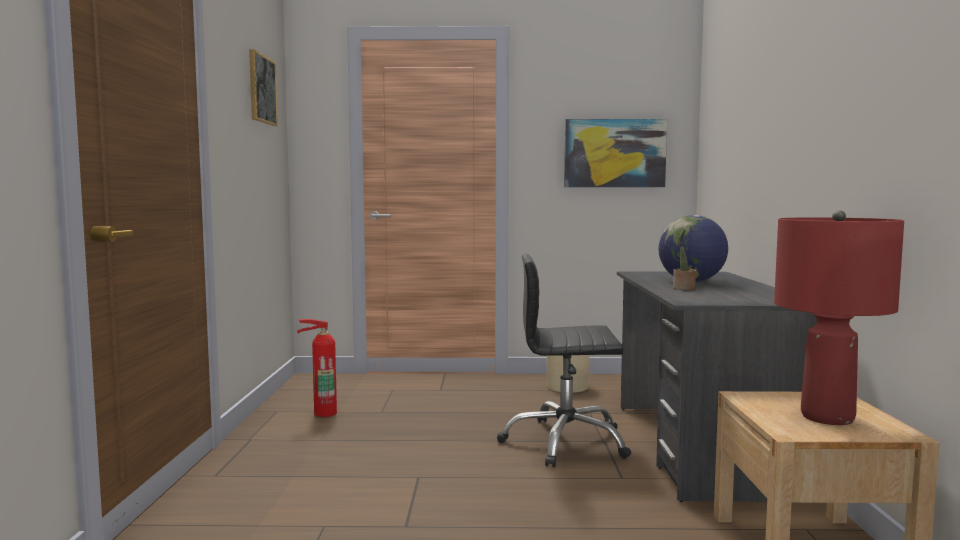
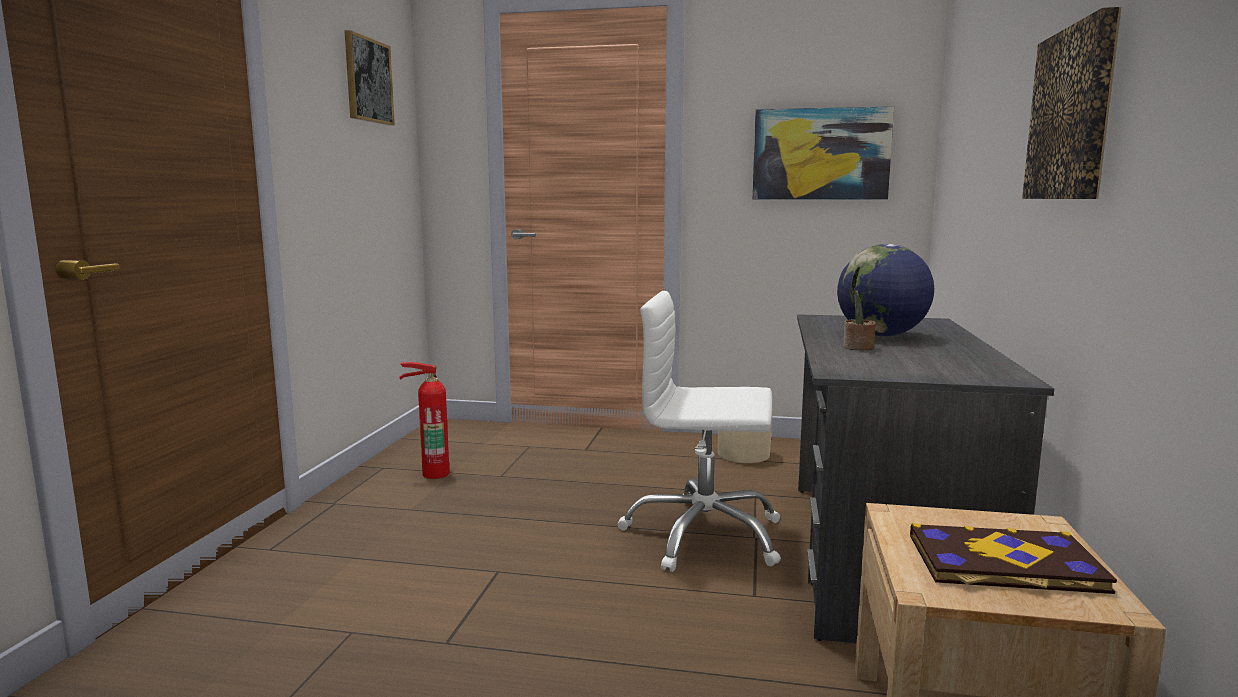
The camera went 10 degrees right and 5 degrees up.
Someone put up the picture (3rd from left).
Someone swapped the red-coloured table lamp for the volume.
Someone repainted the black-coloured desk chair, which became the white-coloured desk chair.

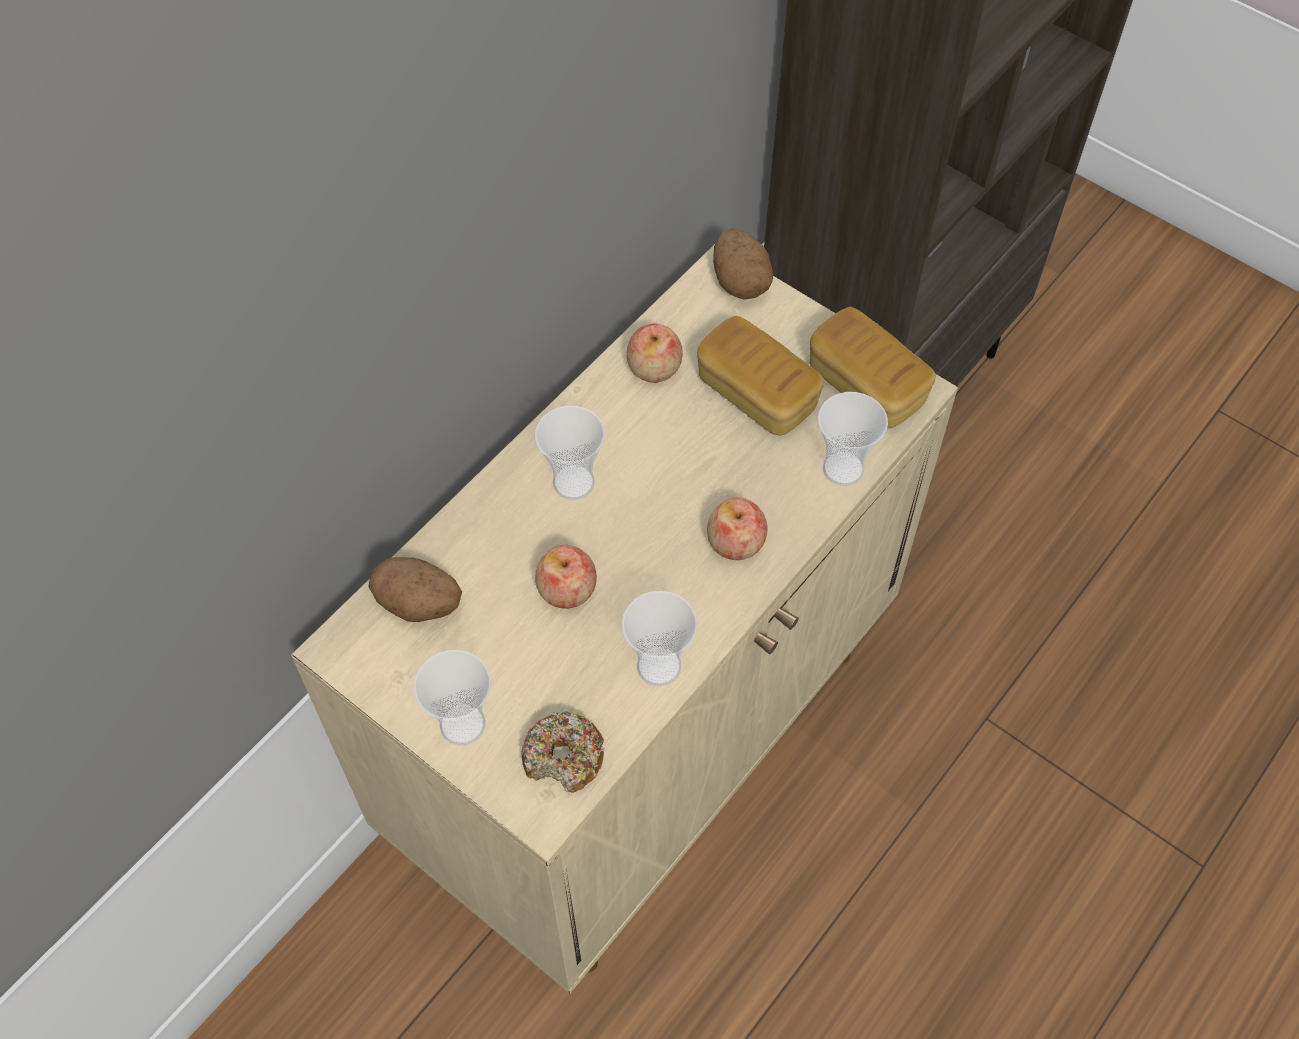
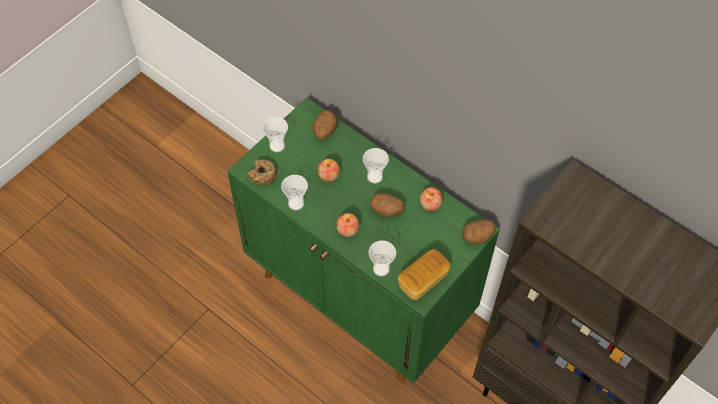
The camera went 90 degrees right and 0 degrees up.
Someone took away the bread (1st from left).
Someone put down the potato (2nd from left).
Someone repainted the beige-coloured storage cabinet, which became the green storage cabinet.

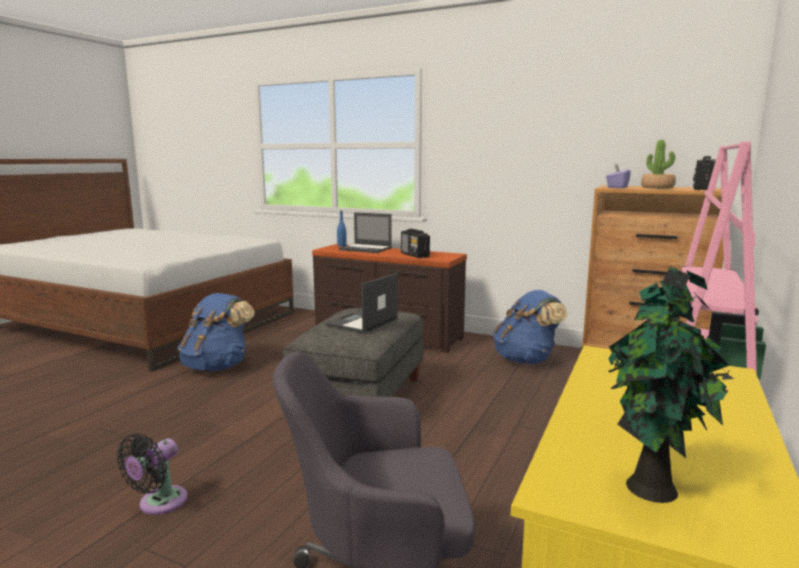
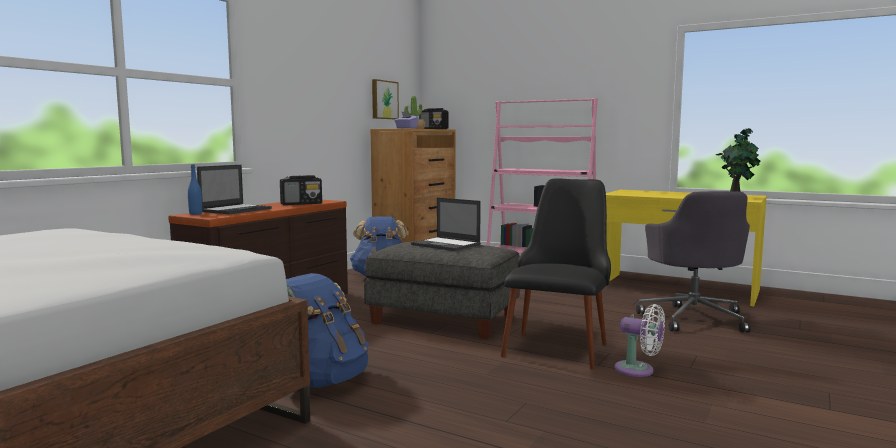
The camera went 85 degrees left and 5 degrees down.
Someone put up the picture.
Someone put down the black-coloured plain chair.
Someone repainted the black-coloured fan, which became the white-coloured fan.

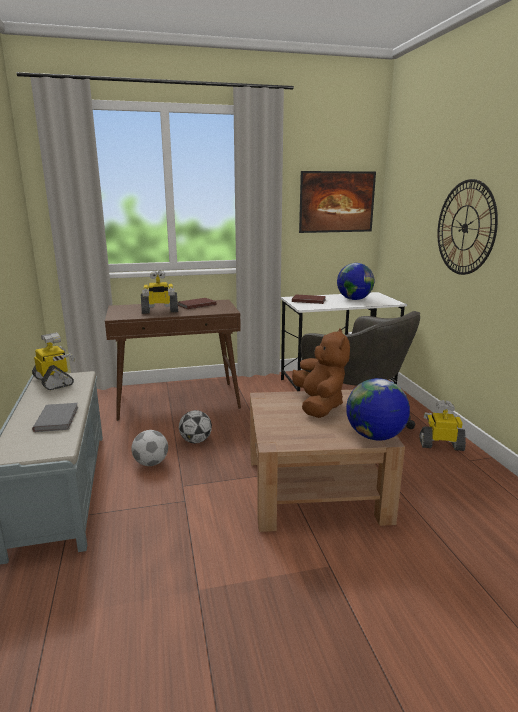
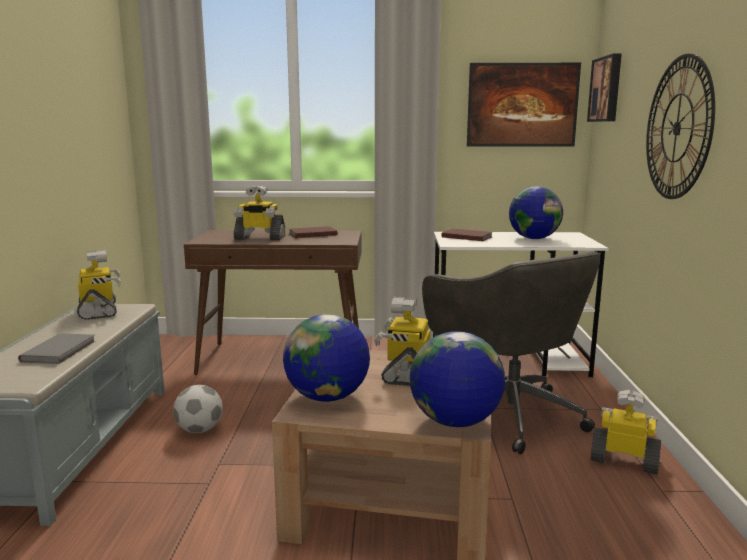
The camera went 15 degrees right and 5 degrees down.
Someone took away the football ball (2nd from left).
Someone put down the desk globe (1st from left).
Someone put up the picture (2nd from left).
Someone swapped the brownish plush toy for the toy robot (3rd from left).

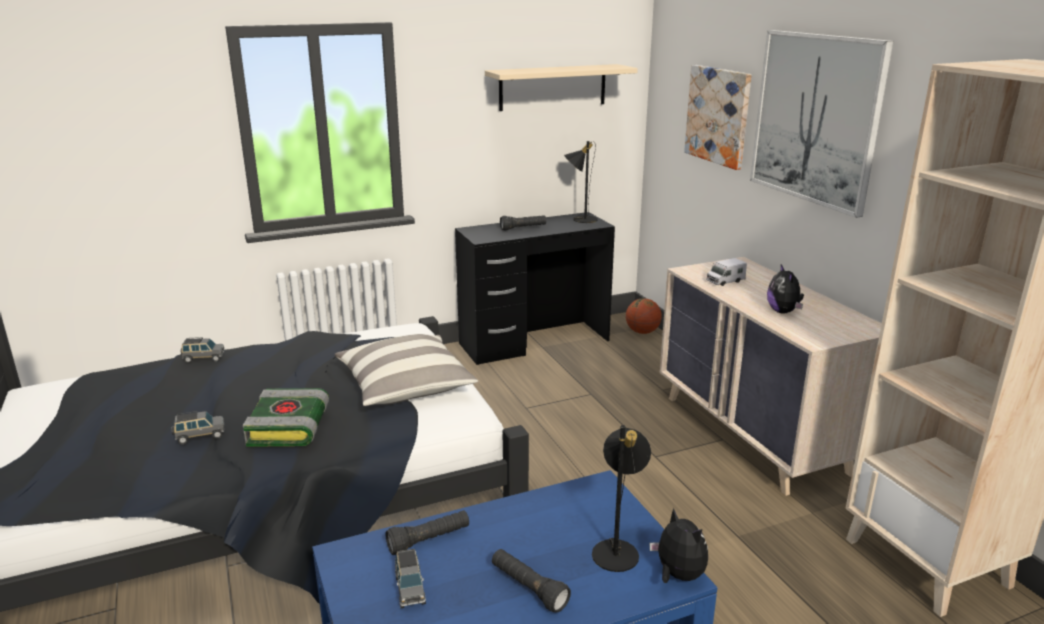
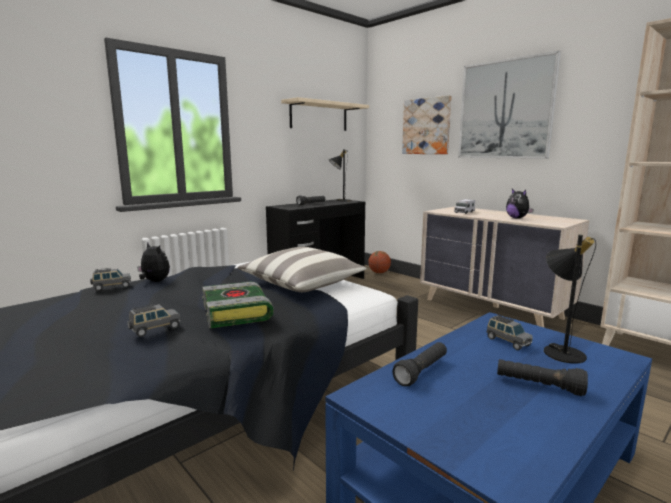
The camera went 20 degrees left and 10 degrees down.
Someone carried the grey model car (3rd from left).
Someone carried the plush toy (1st from left).

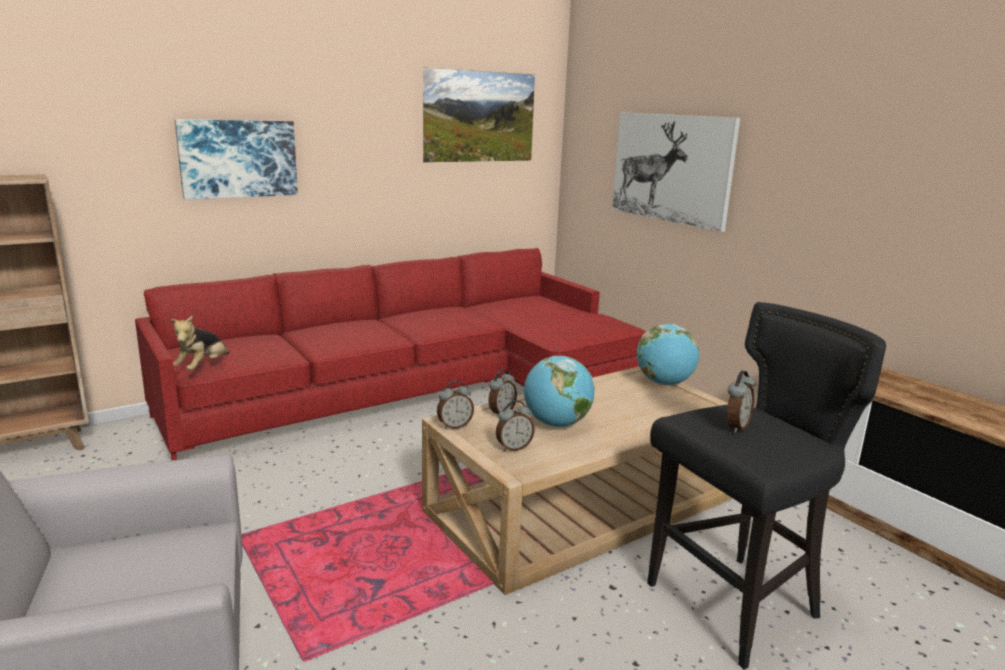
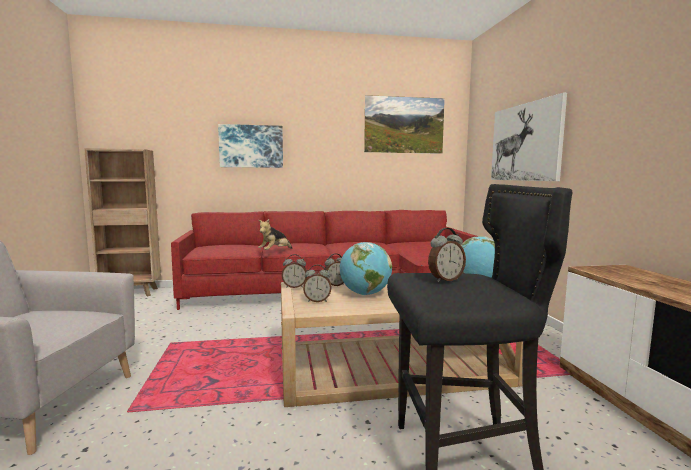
The camera went 25 degrees right and 10 degrees down.
Someone carried the plush toy.

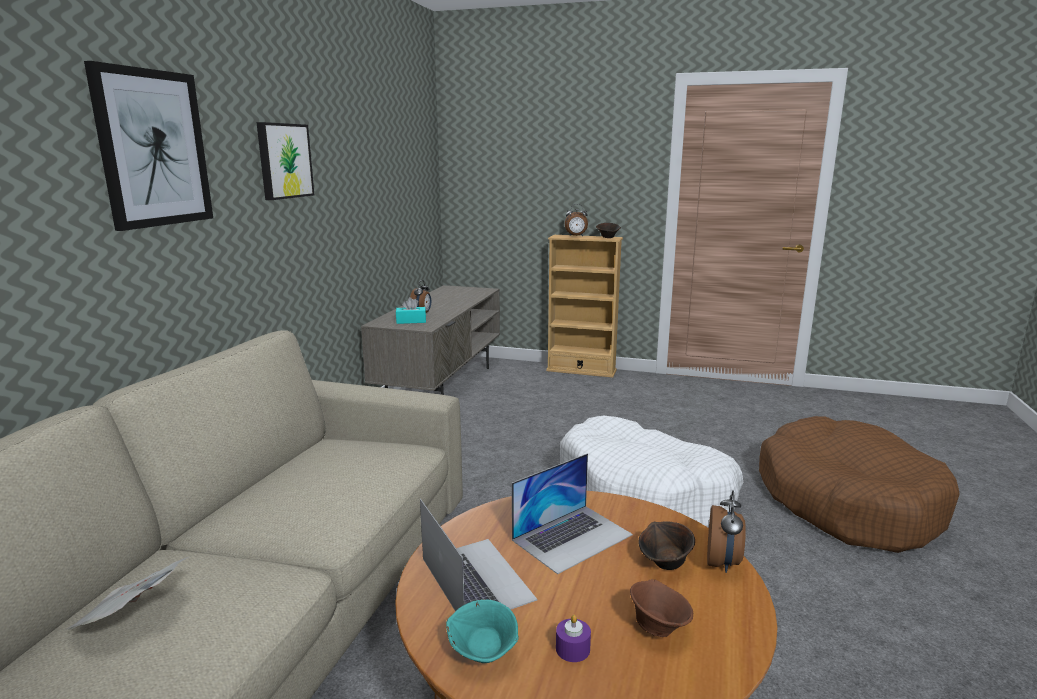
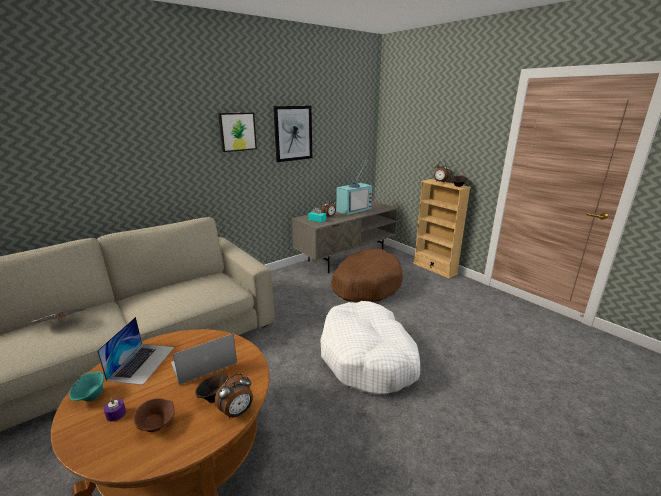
The camera went 35 degrees right and 5 degrees up.
Someone put down the TV set.
Someone carried the picture (1st from left in the first image).
Someone carried the brownish dog cushion.
Someone rotated the laptop (2nd from left) by 150 degrees clockwise.

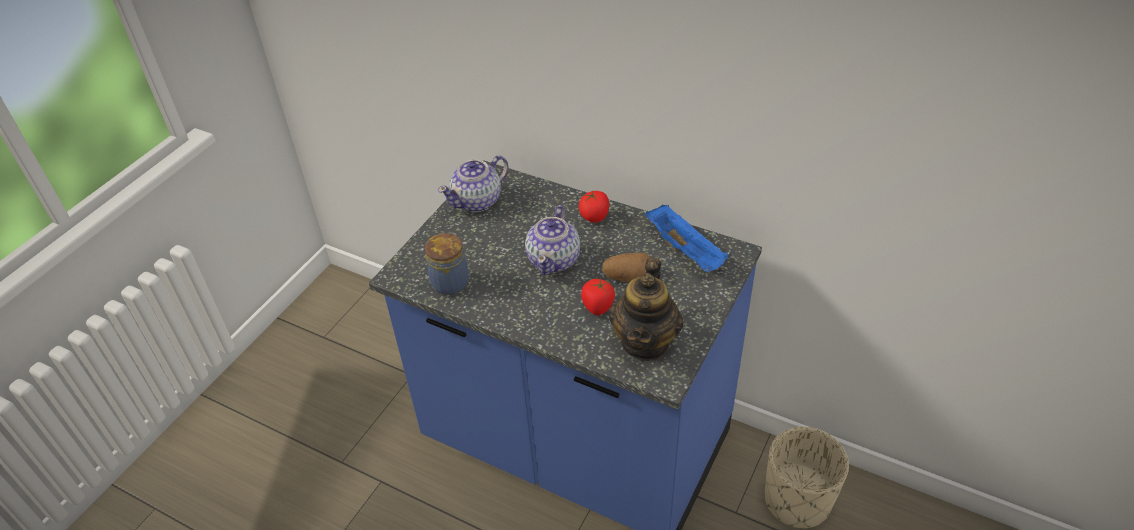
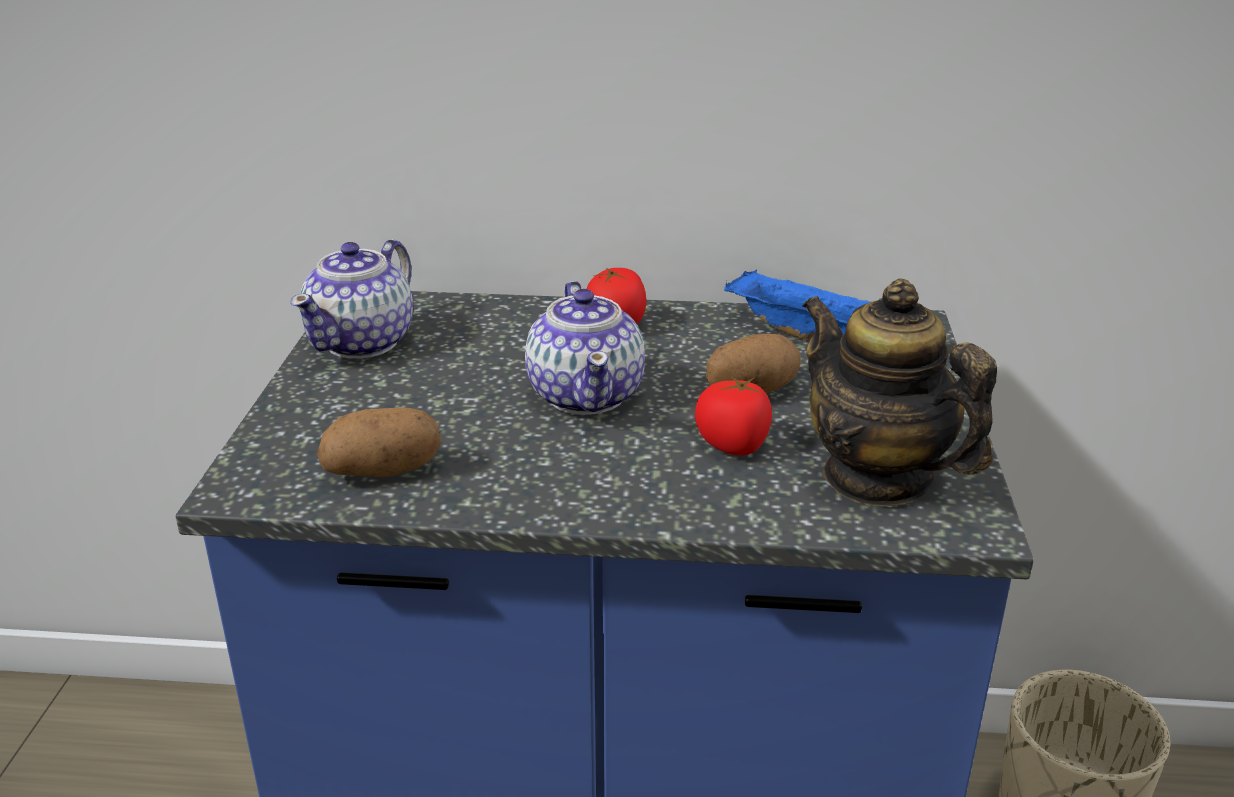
The camera went 25 degrees left and 15 degrees down.
Someone swapped the jar for the potato (1st from left).
Someone rotated the pot for tea (3rd from left) by 150 degrees clockwise.

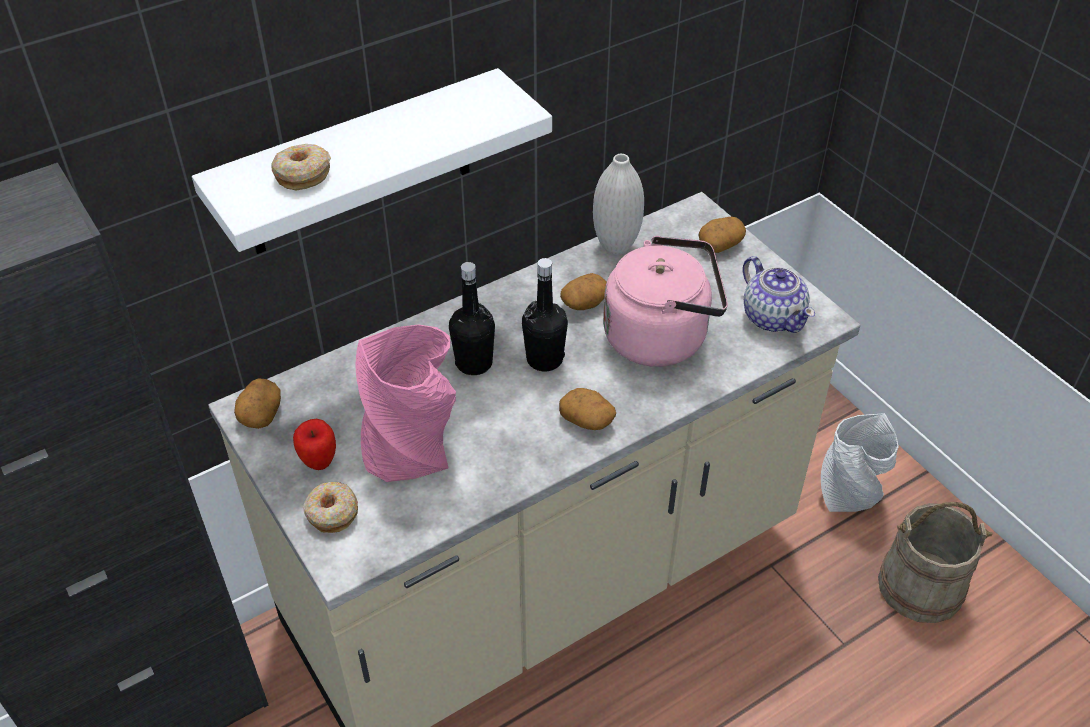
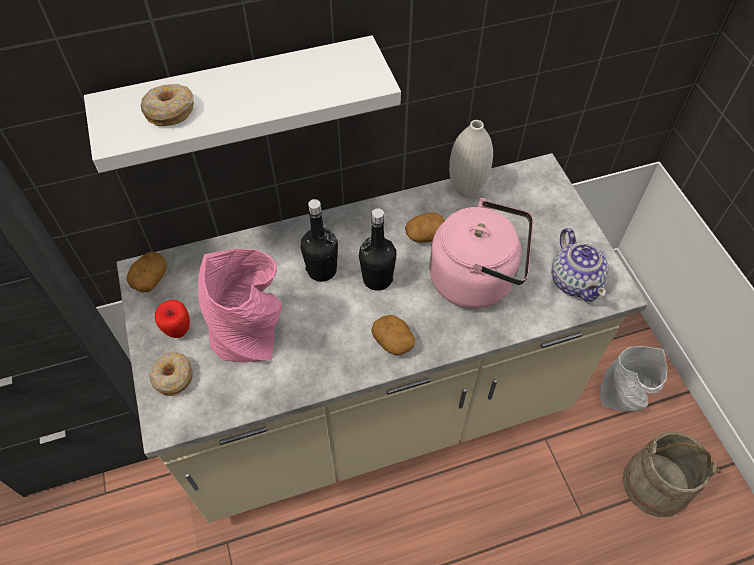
The camera went 15 degrees right and 10 degrees up.
Someone took away the potato (4th from left).

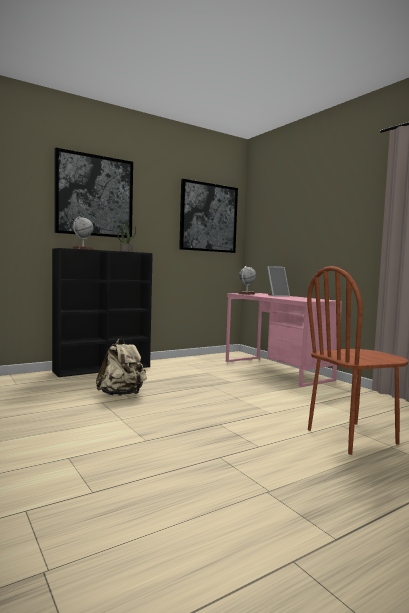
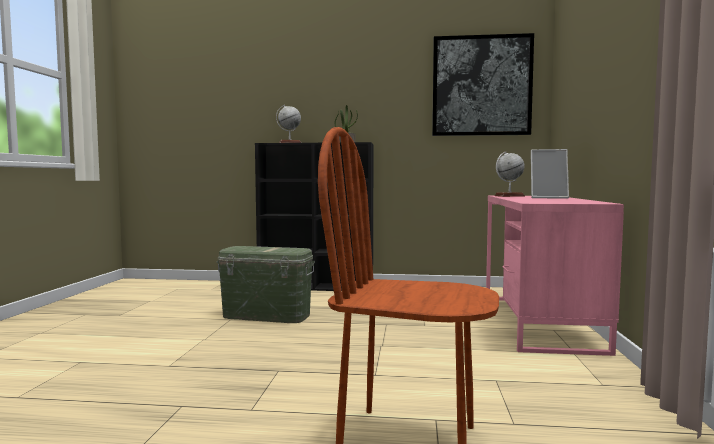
The camera went 40 degrees right and 0 degrees up.
Someone took away the picture (1st from left).
Someone swapped the beige-coloured backpack for the green storage bin.

